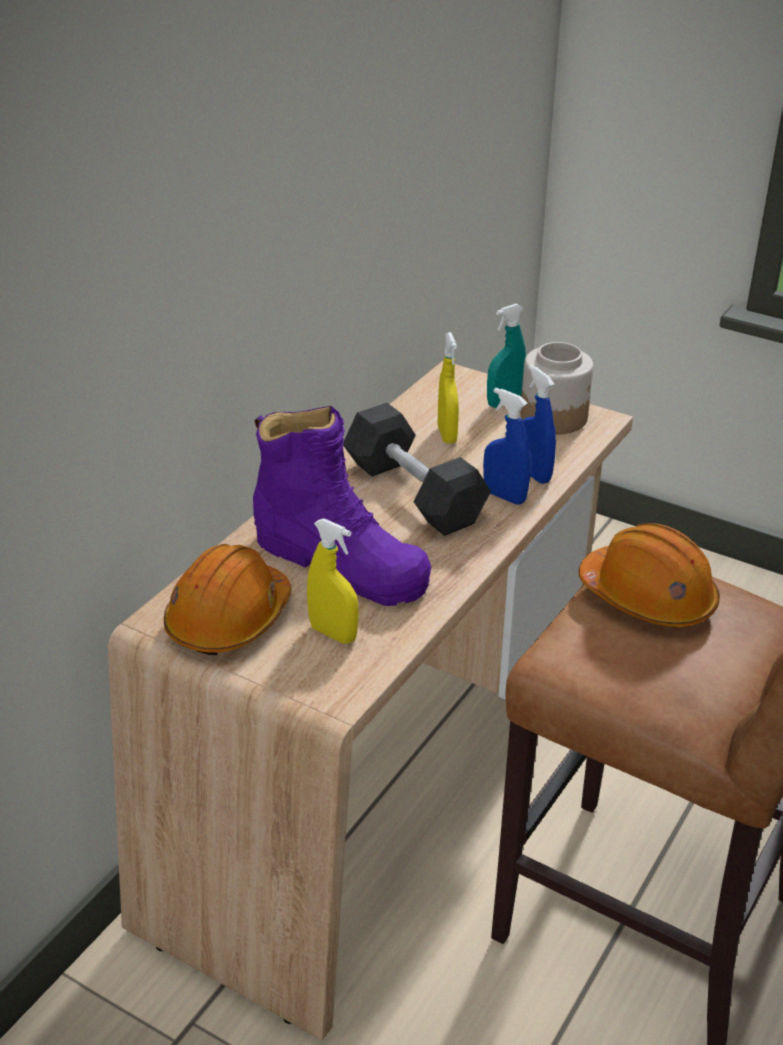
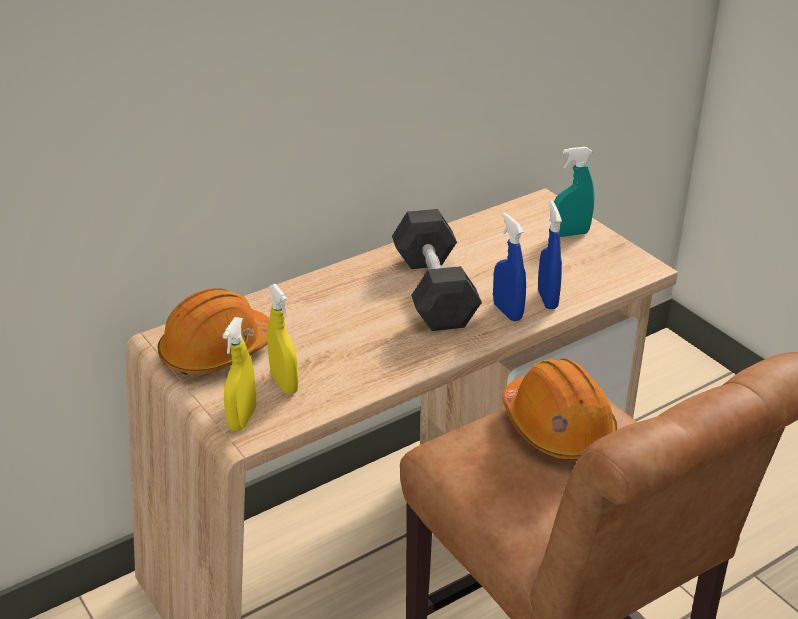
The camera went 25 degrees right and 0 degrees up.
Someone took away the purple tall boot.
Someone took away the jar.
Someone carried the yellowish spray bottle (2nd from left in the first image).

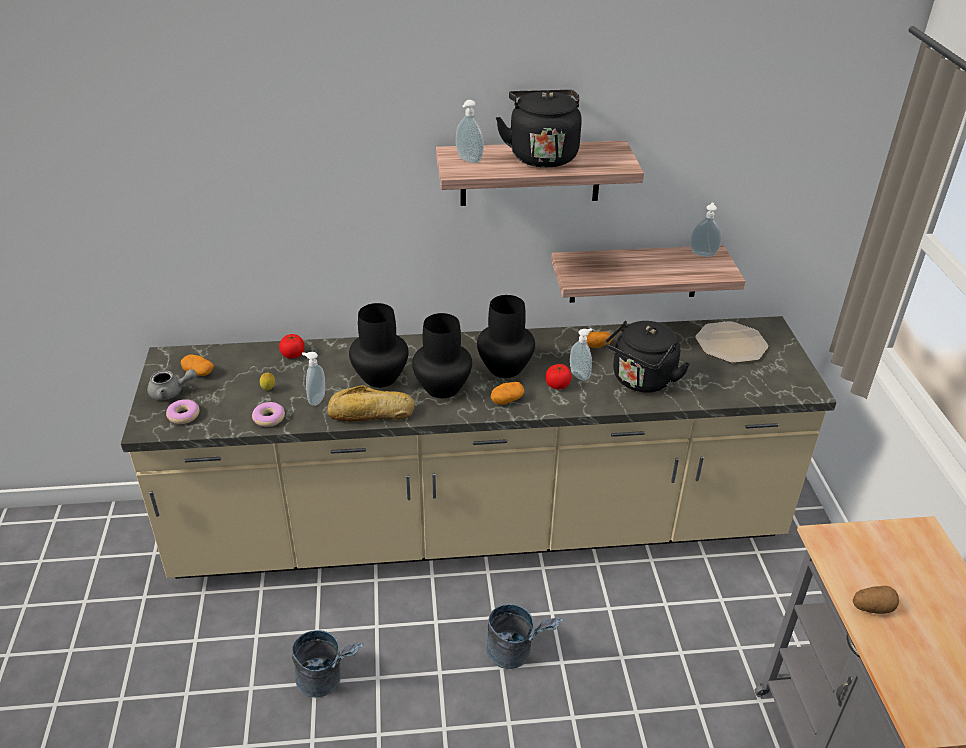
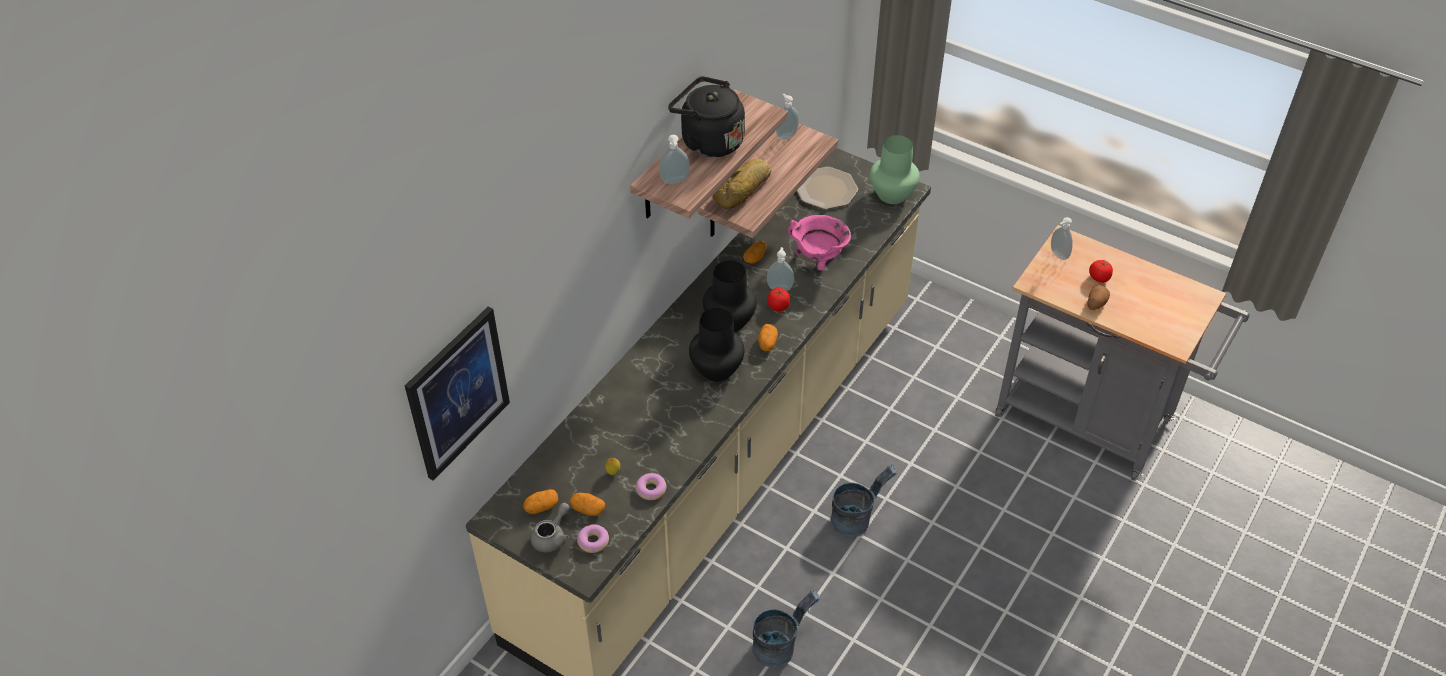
The camera went 50 degrees left and 10 degrees up.
Someone took away the black-coloured decorative vase (1st from left).
Someone put up the picture.
Someone put down the potato (2nd from left).
Someone put down the green decorative vase.
Someone carried the whole tomato (1st from left in the first image).
Someone carried the soap bottle (1st from left in the first image).
Someone carried the bread.
Someone swapped the black-coloured water kettle (2nd from left) for the pinkish saucepot.

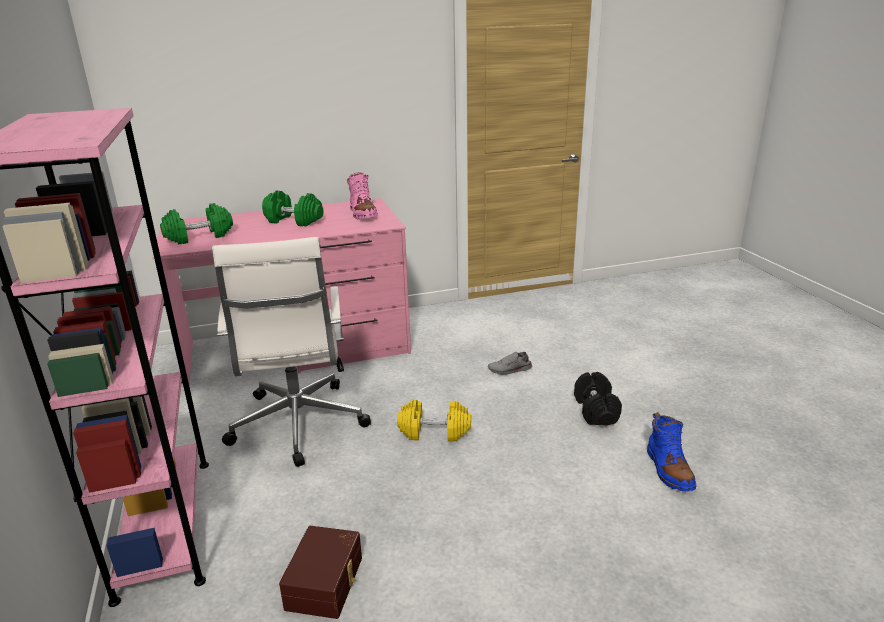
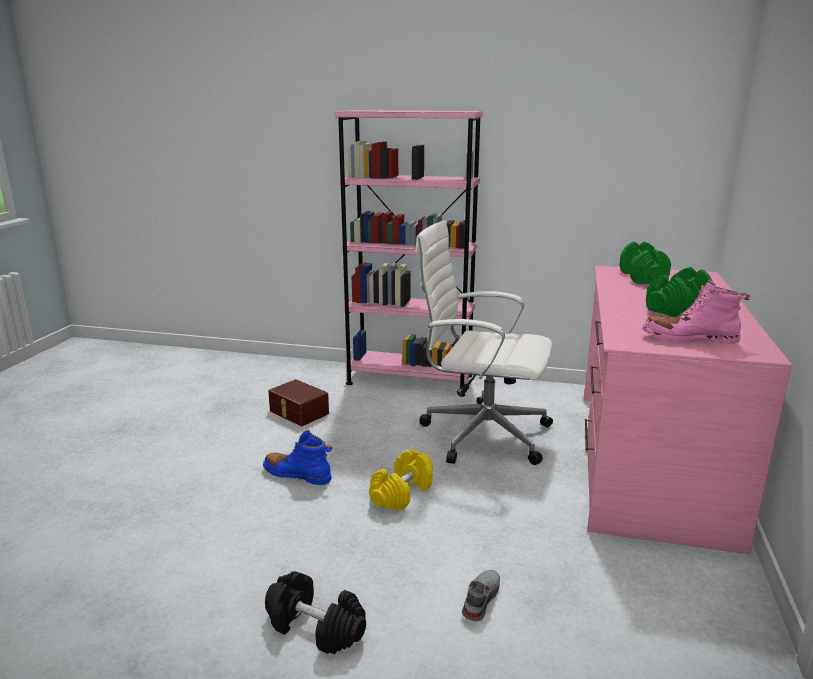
The camera went 120 degrees right and 5 degrees down.
Someone carried the blue-coloured tall boot.

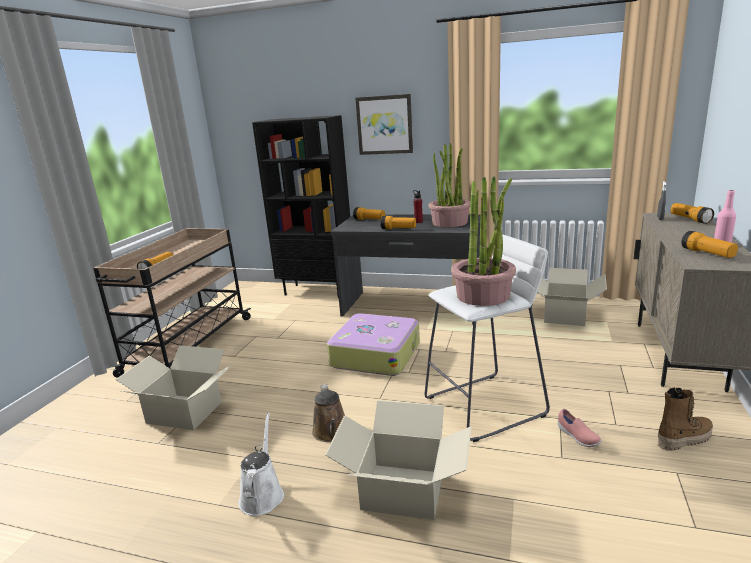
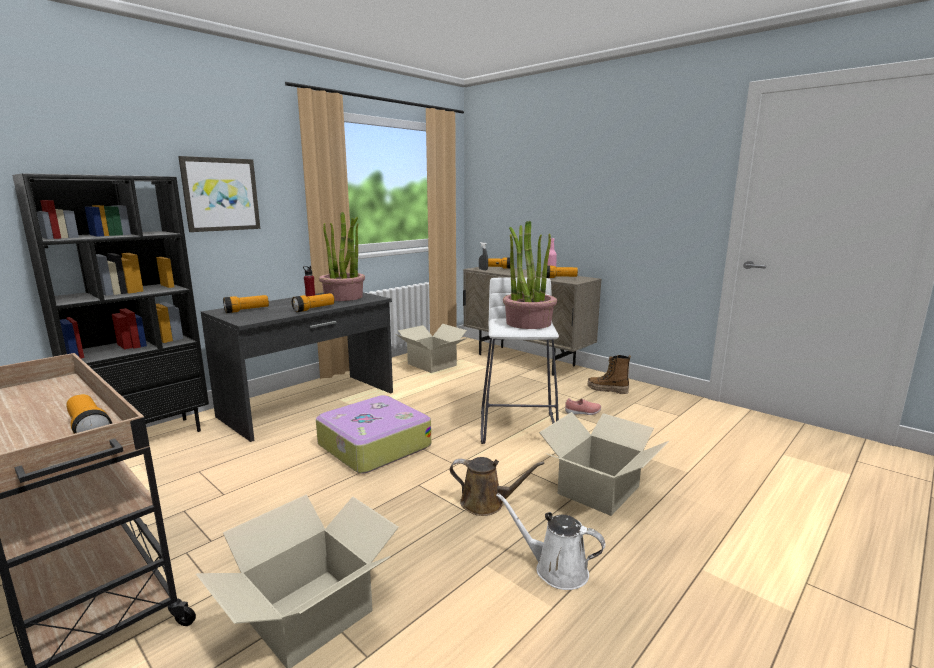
The camera went 65 degrees left and 5 degrees down.
Someone rotated the tall boot by 75 degrees counterclockwise.

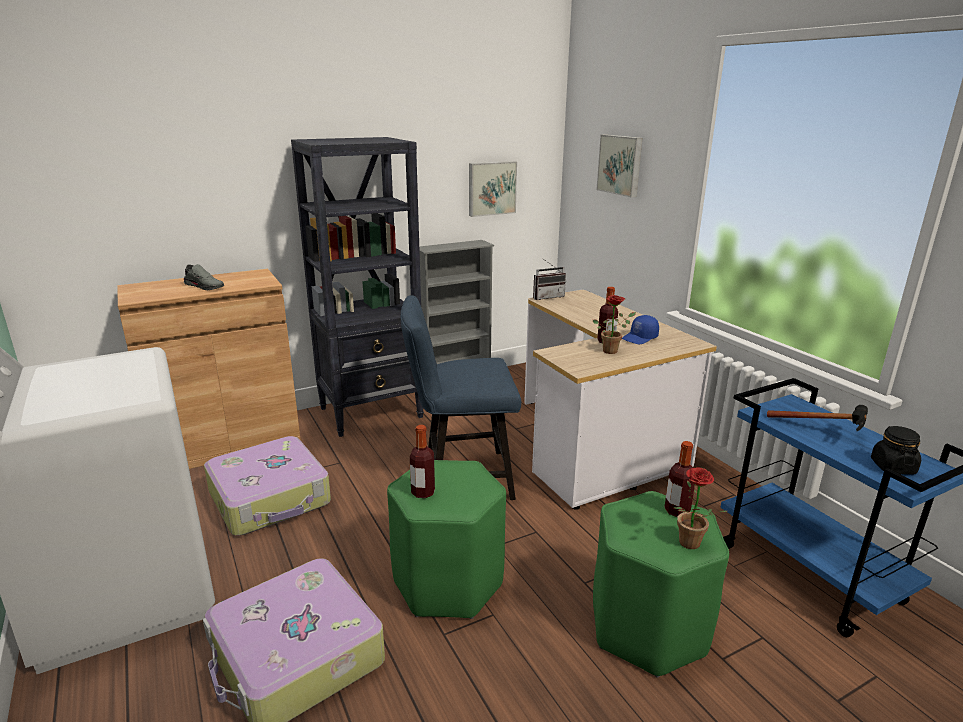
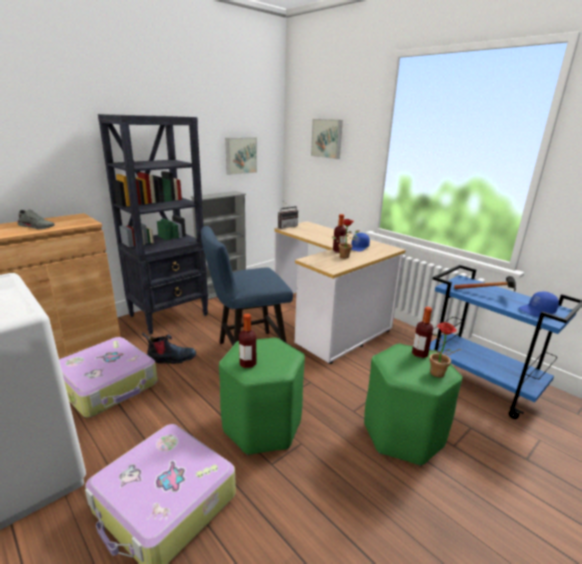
The camera went 15 degrees left and 0 degrees up.
Someone put down the tall boot.
Someone swapped the black-coloured jar for the blue-coloured peaked cap (2nd from left).

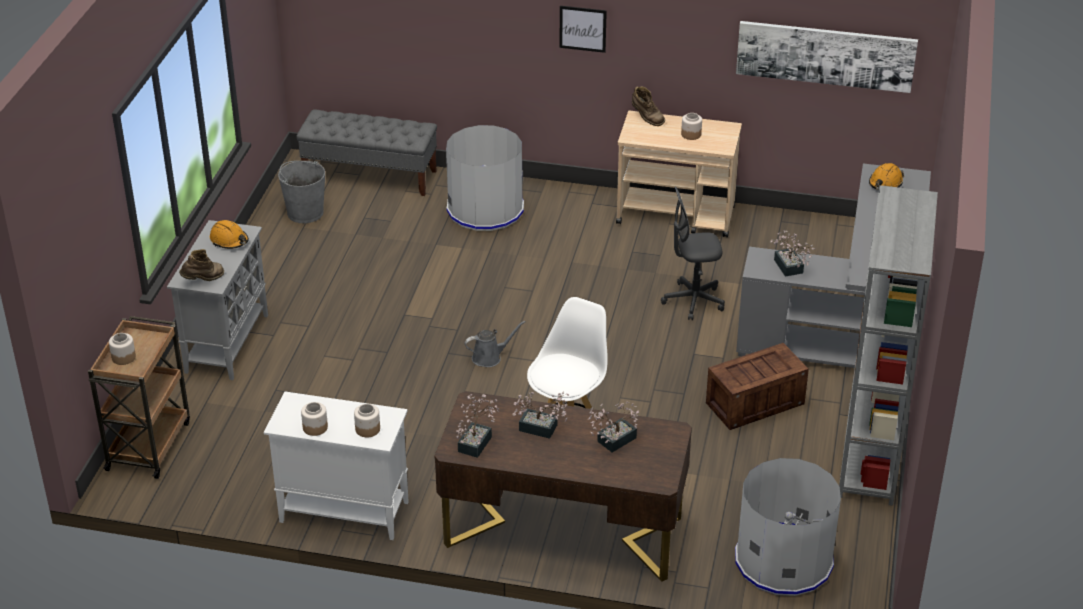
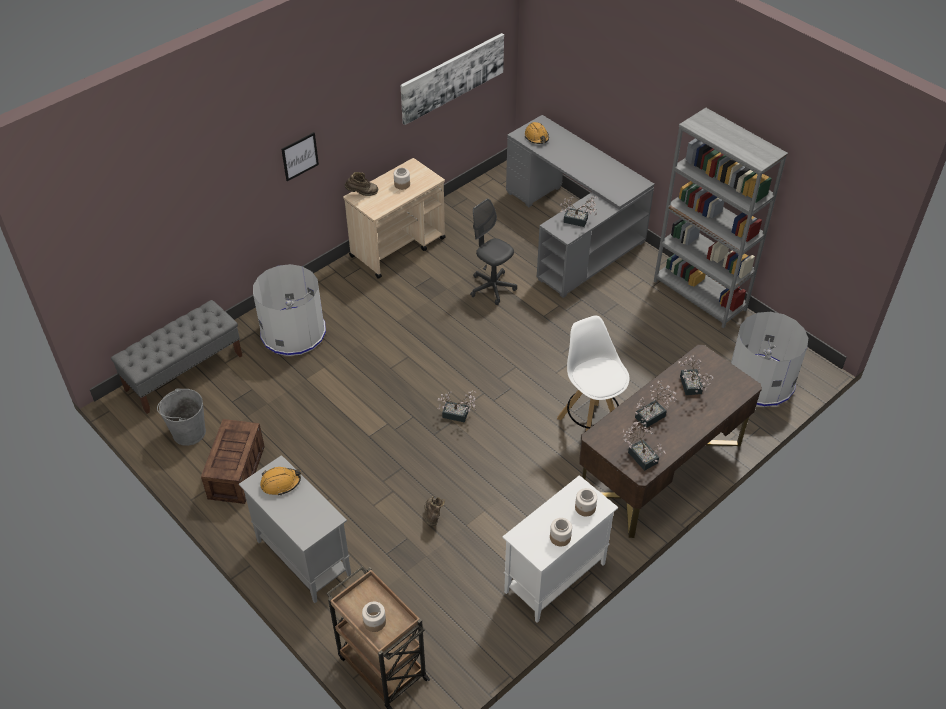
The camera went 55 degrees left and 10 degrees up.
Someone carried the brownish tall boot (1st from left in the first image).
Someone carried the crate.
Someone swapped the grey sprinkling can for the potted plant (1st from left).
Someone rotated the grey desk chair by 105 degrees clockwise.

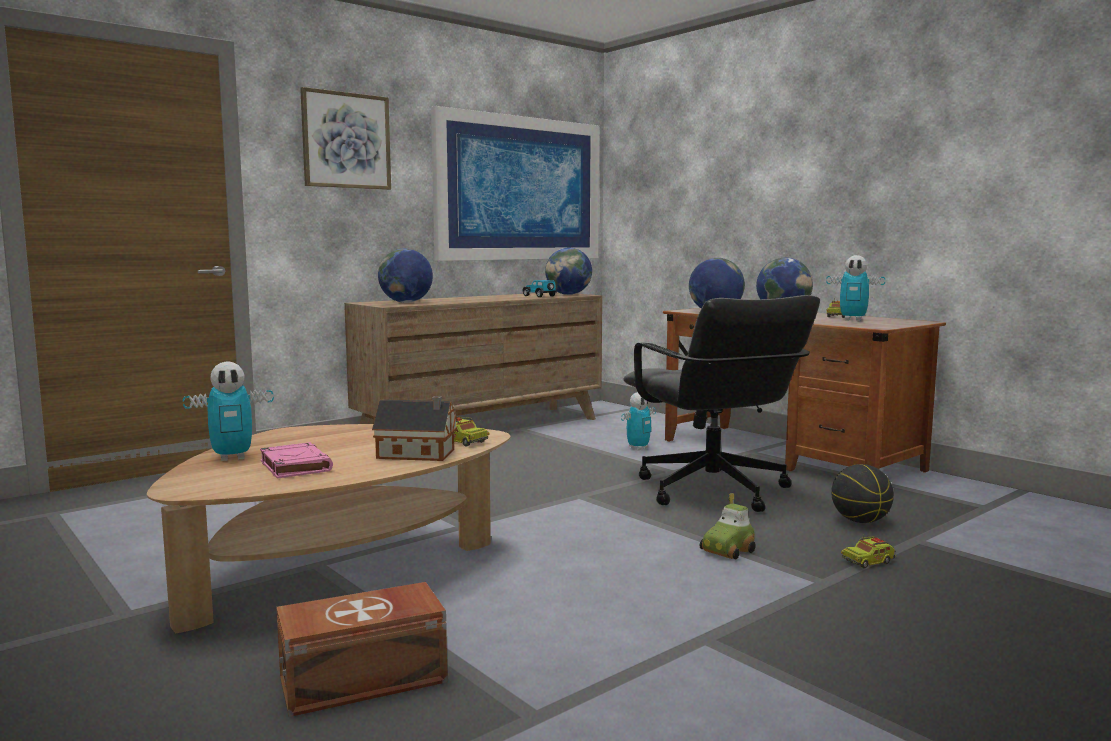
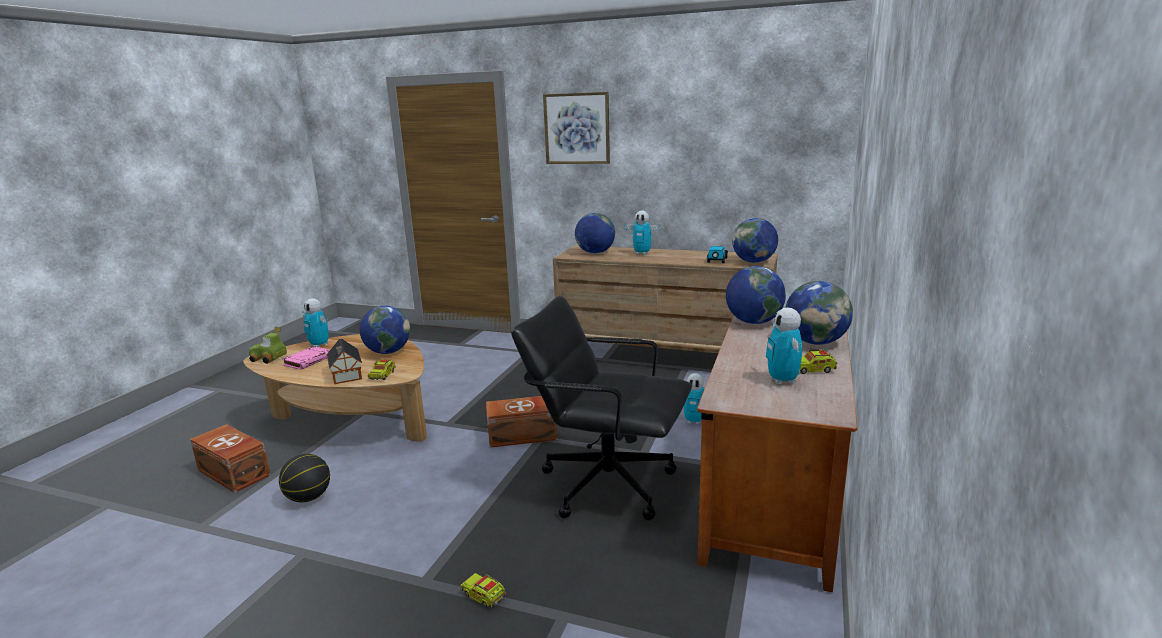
The camera went 60 degrees right and 10 degrees up.
Someone took away the picture (2nd from left).
Someone put down the desk globe (1st from left).
Someone put down the brownish storage bin (2nd from left).
Someone put down the toy robot (2nd from left).
Someone carried the model car (2nd from left in the first image).
Someone carried the ball for basketball.
Someone rotated the black-coloured desk chair by 75 degrees clockwise.

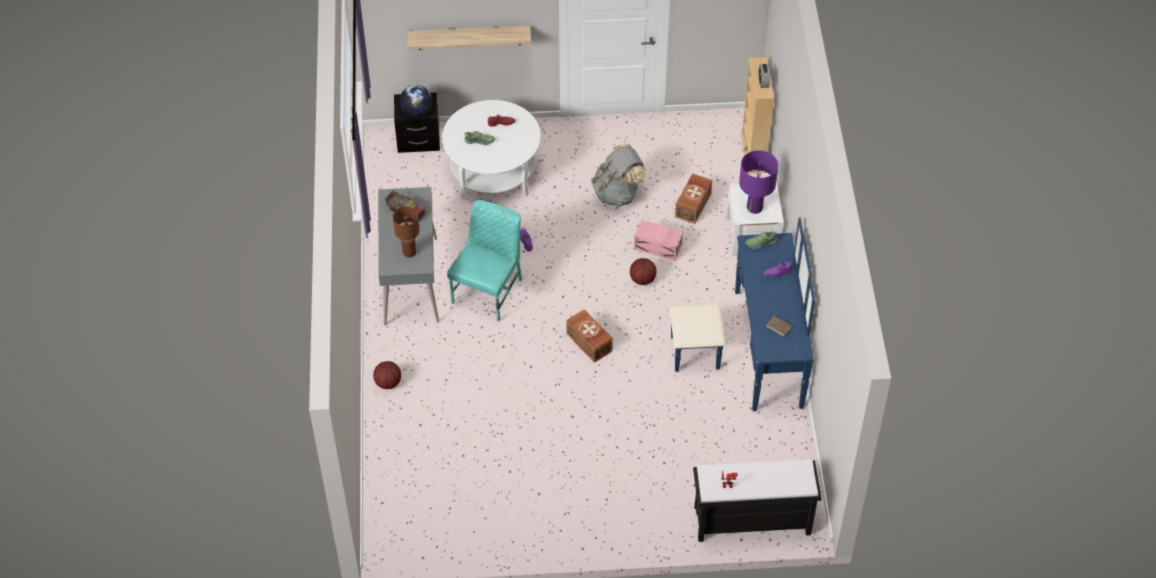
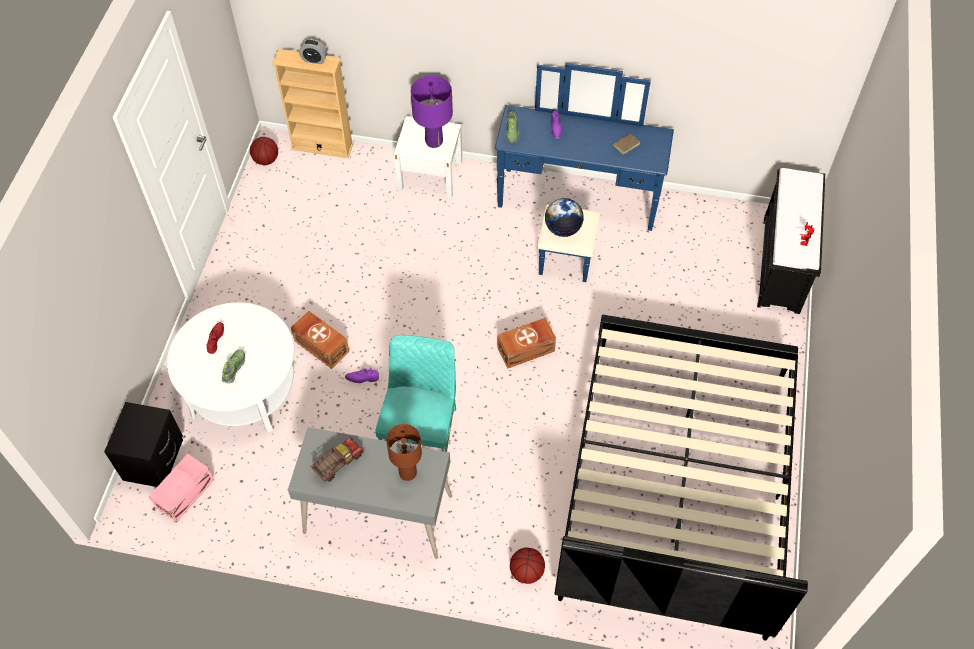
The camera went 75 degrees left and 5 degrees up.
Someone took away the bracket shelf.
Someone took away the grey backpack.
Someone put down the black-coloured bedroom bed.
Someone carried the desk globe.
Someone carried the ball for basketball (2nd from left in the first image).
Someone carried the pinkish storage bin.
Someone carried the brownish storage bin (2nd from left in the first image).
Someone rotated the blue-green plain chair by 60 degrees clockwise.

